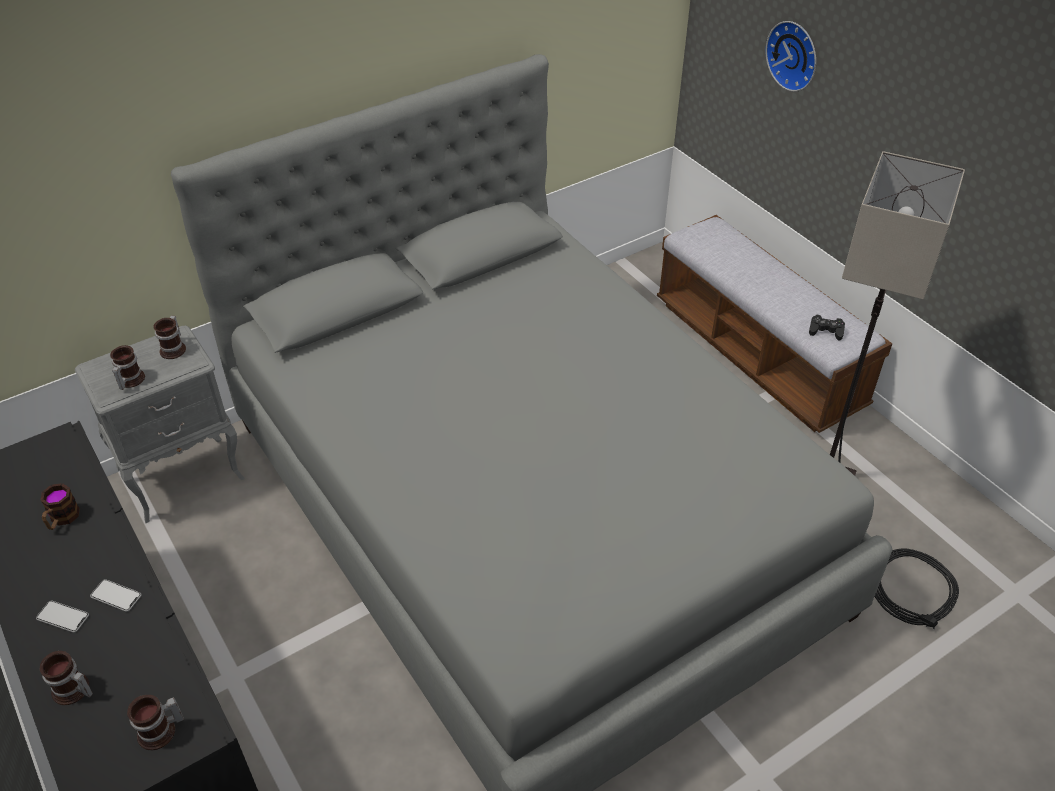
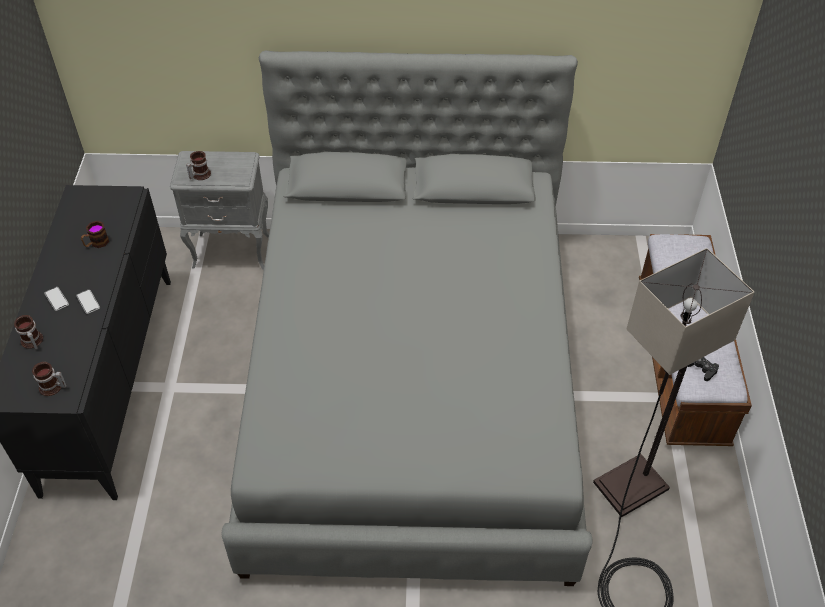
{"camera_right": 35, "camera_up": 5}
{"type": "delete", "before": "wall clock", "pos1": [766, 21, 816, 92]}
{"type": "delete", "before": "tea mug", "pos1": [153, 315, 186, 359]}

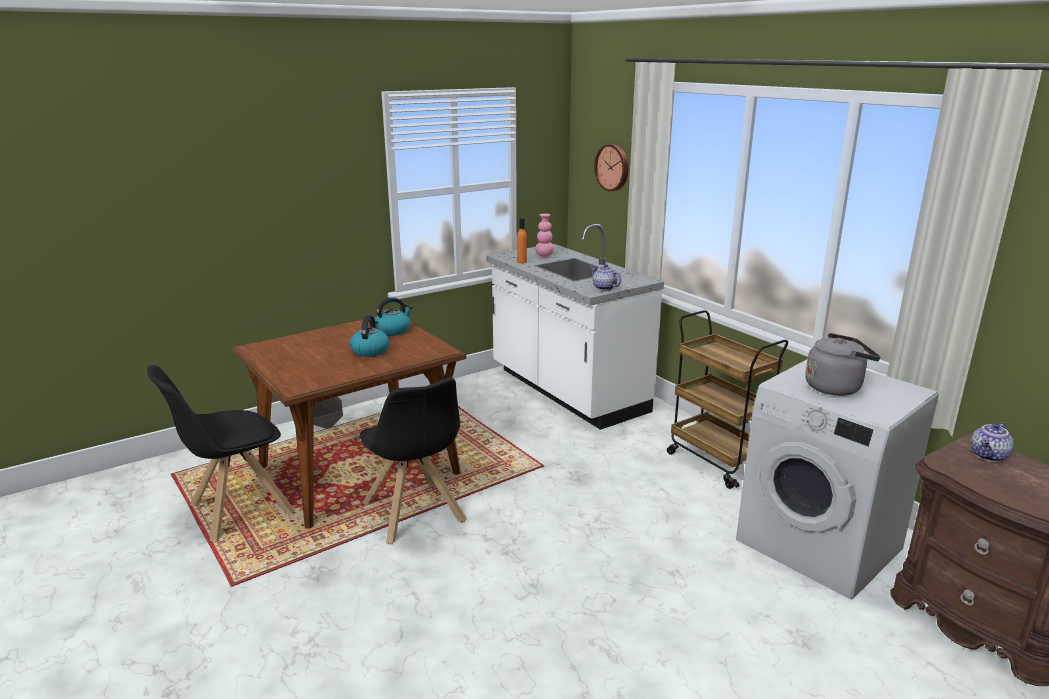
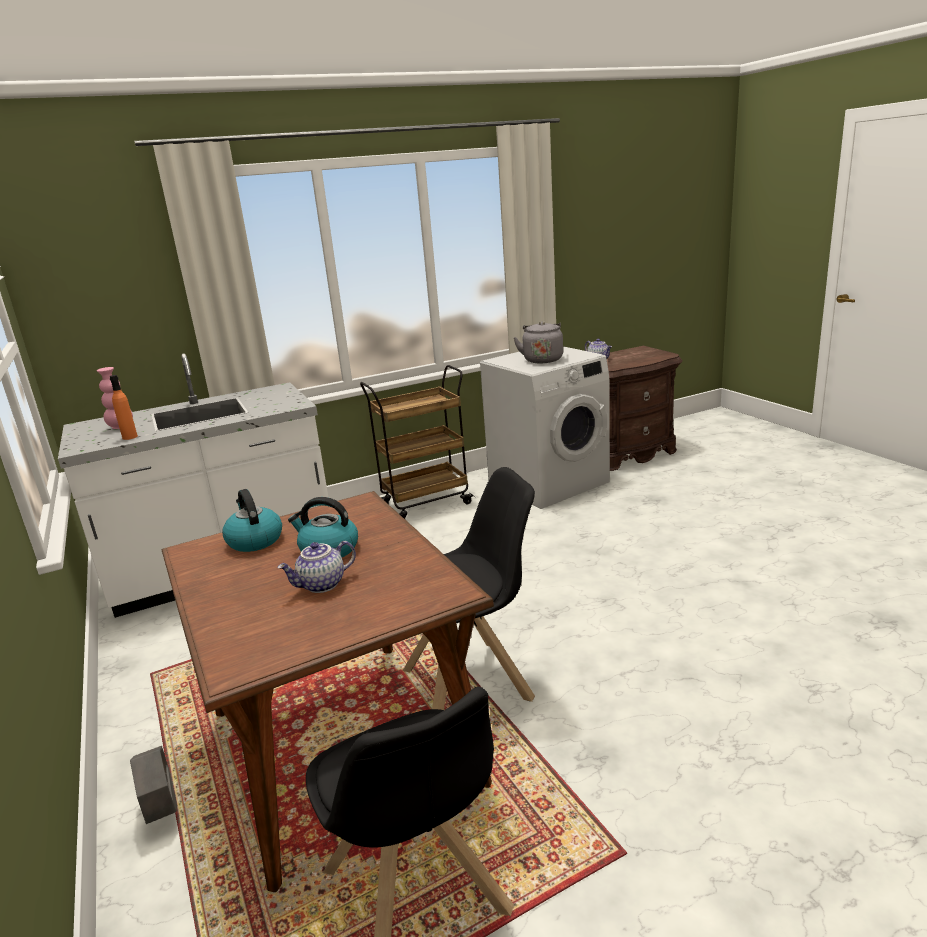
{"camera_right": -80, "camera_up": 0}
{"type": "delete", "before": "wall clock", "pos1": [594, 144, 628, 191]}
{"type": "move", "before": "teapot", "pos1": [590, 264, 621, 290], "pos2": [277, 541, 356, 593]}

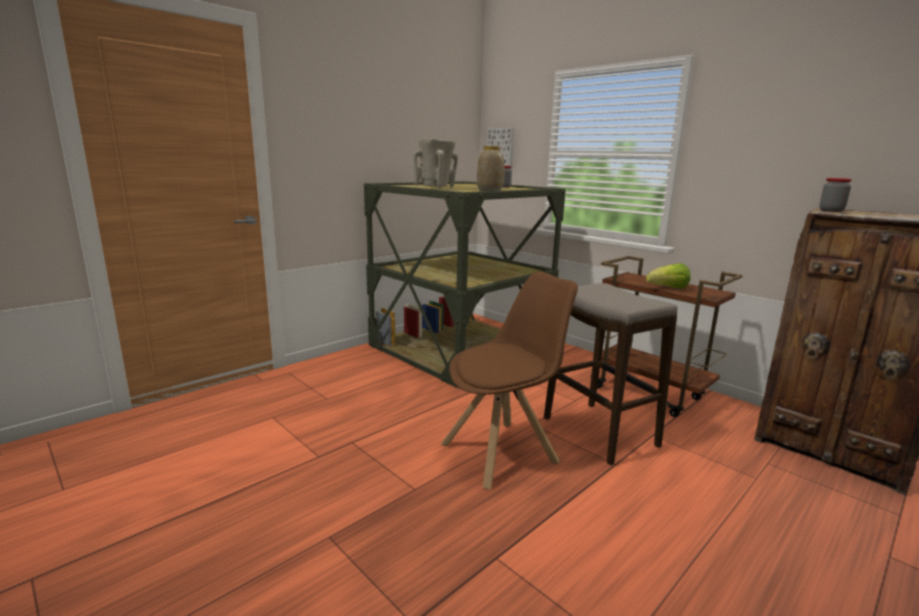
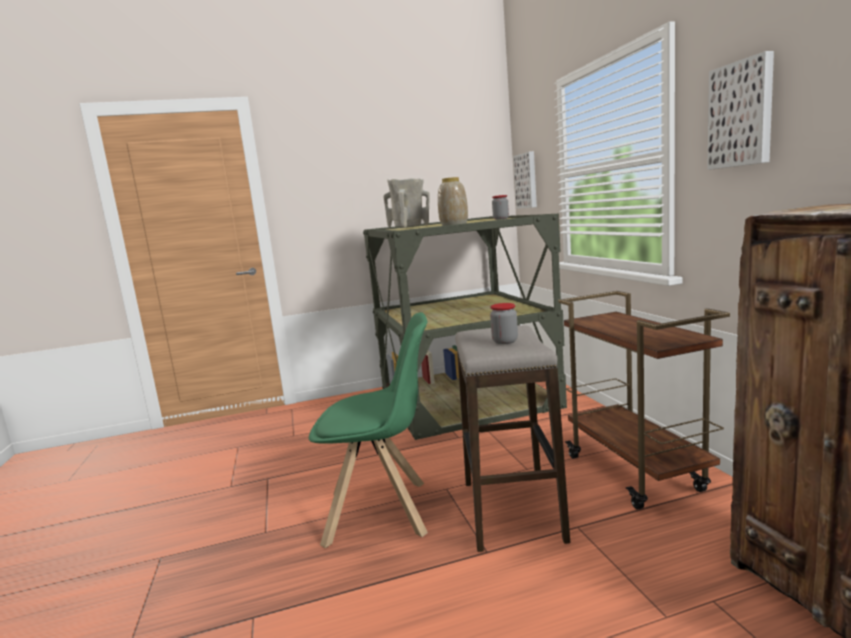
{"camera_right": 30, "camera_up": -5}
{"type": "move", "before": "storage jar", "pos1": [819, 178, 852, 212], "pos2": [490, 303, 518, 344]}
{"type": "delete", "before": "lettuce head", "pos1": [646, 263, 691, 289]}
{"type": "recolor", "before": "brown upright chair", "after": "green-coloured upright chair", "pos1": [441, 272, 578, 490], "pos2": [309, 312, 428, 548]}
{"type": "insert", "after": "picture", "pos2": [707, 51, 774, 170]}

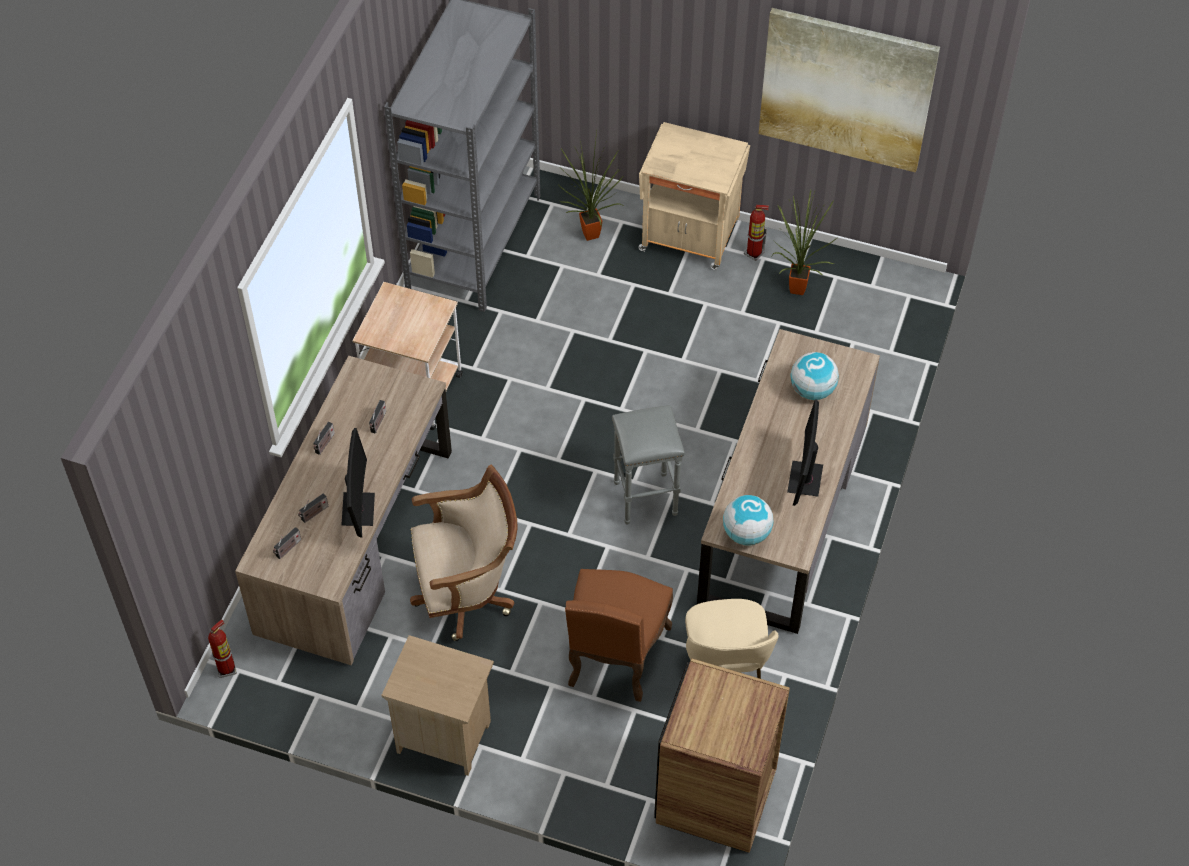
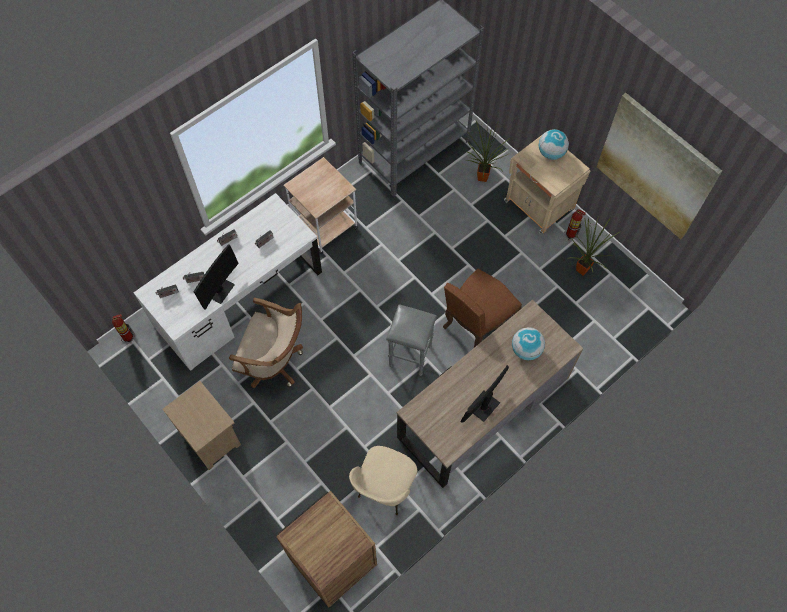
{"camera_right": 30, "camera_up": 10}
{"type": "recolor", "before": "brown desk table", "after": "whitish desk table", "pos1": [235, 355, 452, 665], "pos2": [134, 193, 322, 371]}
{"type": "move", "before": "desk globe", "pos1": [723, 495, 774, 545], "pos2": [538, 129, 569, 160]}
{"type": "move", "before": "brown upright chair", "pos1": [565, 569, 673, 702], "pos2": [443, 269, 522, 348]}

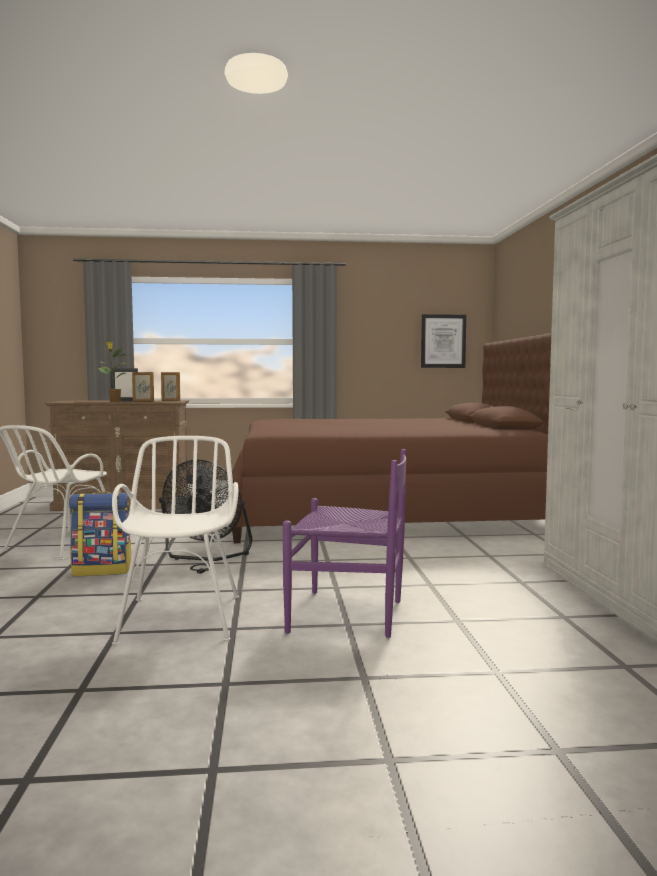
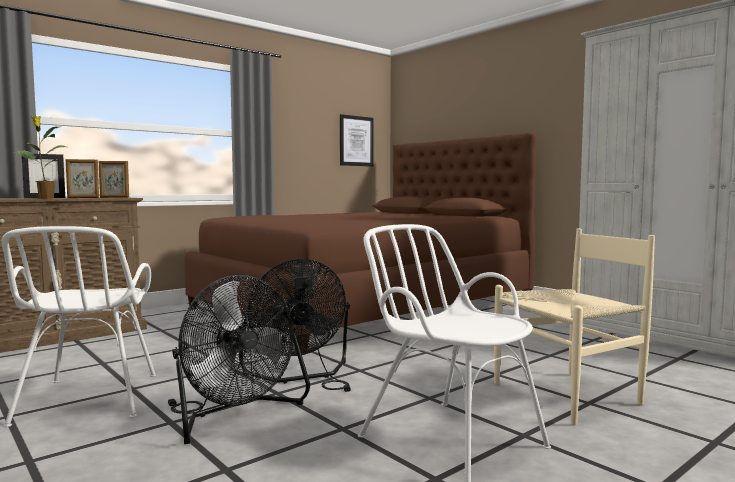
{"camera_right": -35, "camera_up": 0}
{"type": "recolor", "before": "purplish upright chair", "after": "sand-coloured upright chair", "pos1": [283, 449, 406, 638], "pos2": [494, 228, 655, 425]}
{"type": "replace", "before": "backpack", "after": "black-coloured fan", "pos1": [69, 492, 131, 576], "pos2": [168, 275, 310, 444]}

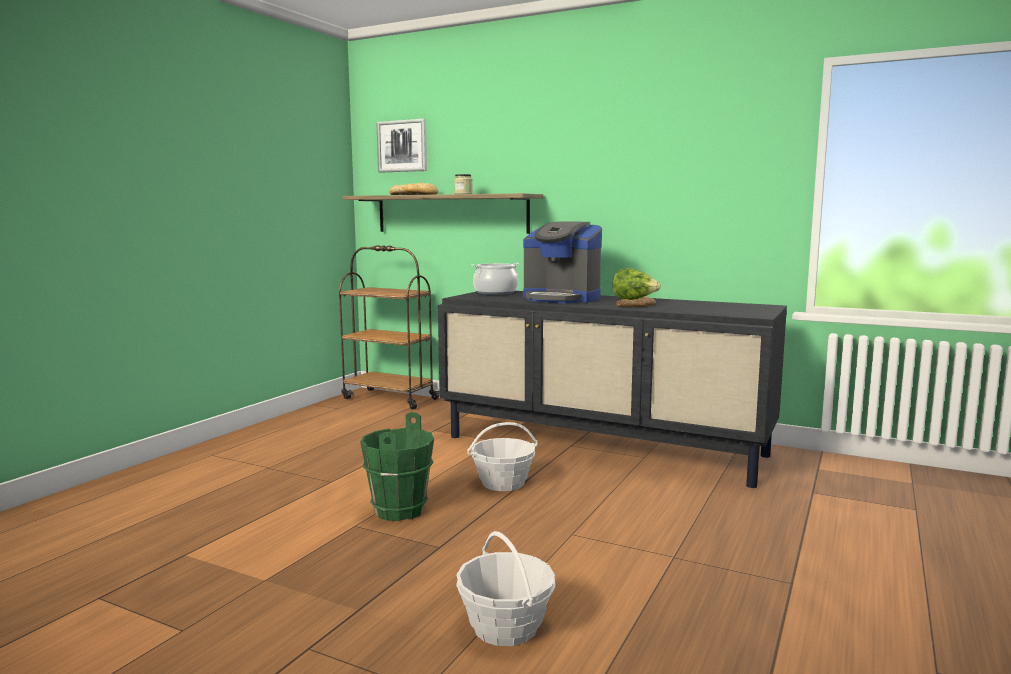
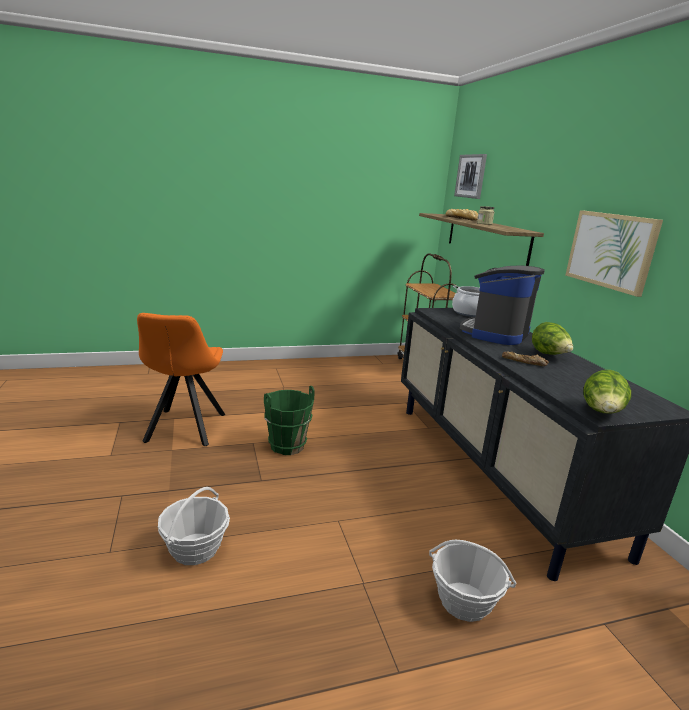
{"camera_right": 45, "camera_up": 10}
{"type": "rotate", "before": "coffee machine", "pos1": [523, 222, 602, 303], "pos2": [460, 265, 545, 345], "turn": 45}
{"type": "move", "before": "household basket", "pos1": [467, 422, 538, 491], "pos2": [429, 540, 516, 622]}
{"type": "insert", "after": "picture", "pos2": [566, 210, 663, 297]}
{"type": "insert", "after": "orangey upright chair", "pos2": [137, 313, 225, 446]}
{"type": "insert", "after": "lettuce head", "pos2": [584, 370, 631, 414]}

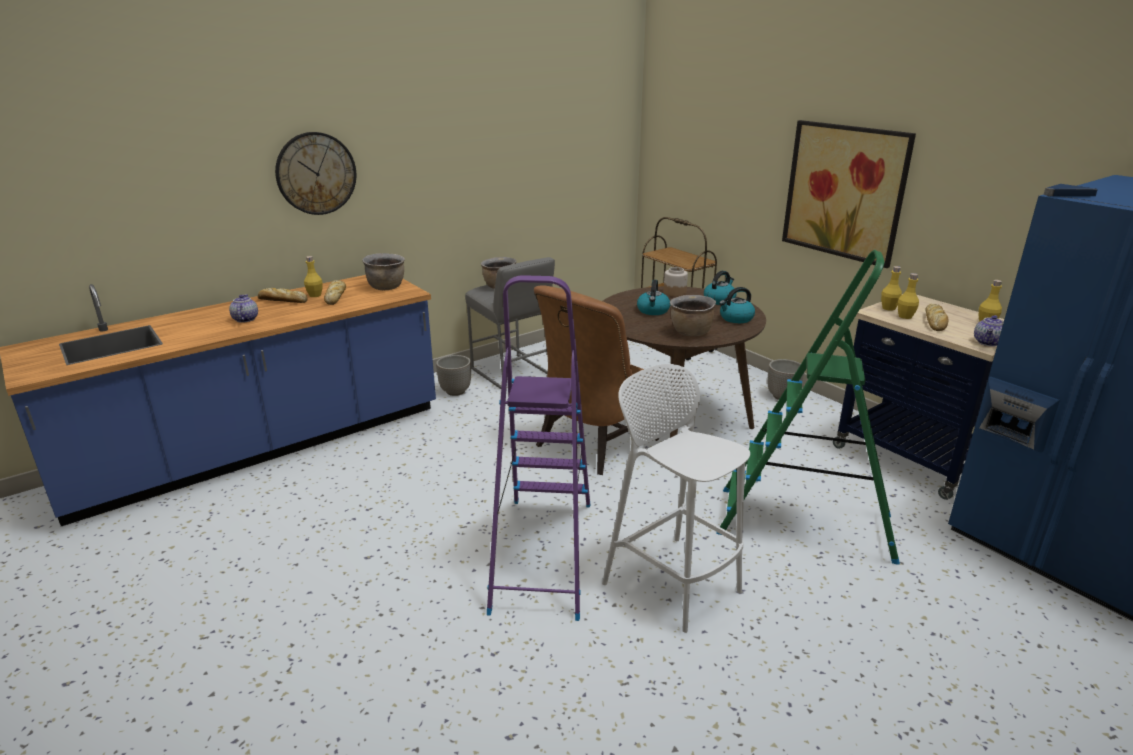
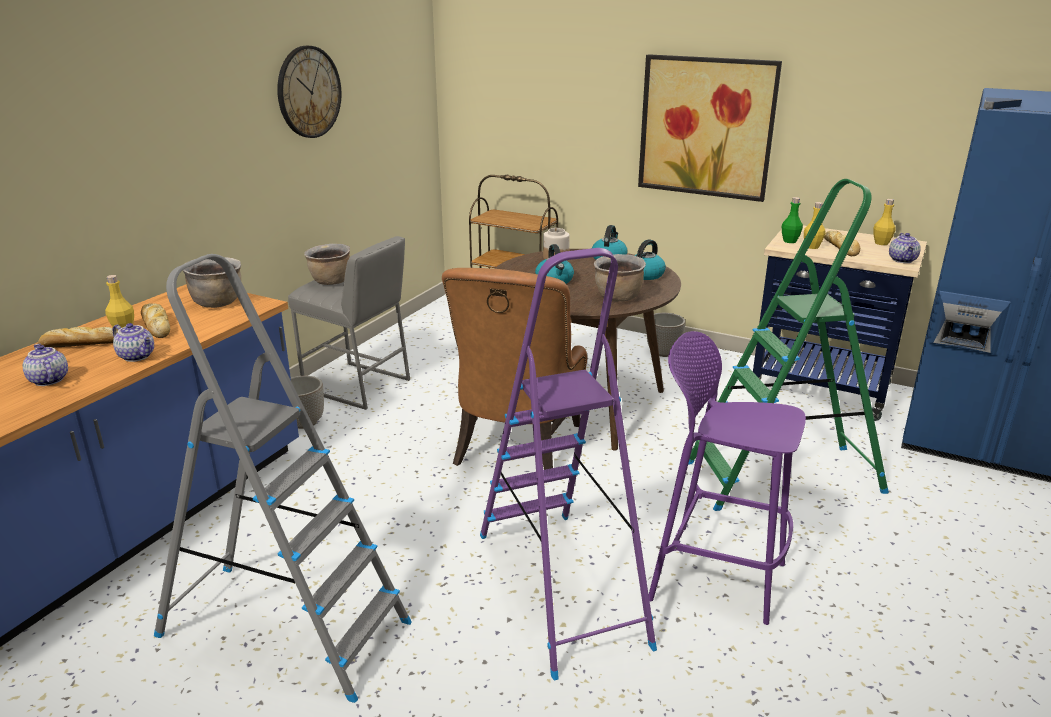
{"camera_right": -25, "camera_up": 0}
{"type": "move", "before": "wall clock", "pos1": [275, 132, 356, 215], "pos2": [277, 46, 341, 138]}
{"type": "recolor", "before": "yellowish bottle", "after": "green-coloured bottle", "pos1": [881, 266, 902, 311], "pos2": [782, 197, 803, 243]}
{"type": "recolor", "before": "whitish stool", "after": "purplish stool", "pos1": [602, 364, 750, 633], "pos2": [649, 331, 806, 625]}
{"type": "insert", "after": "grey stepladder", "pos2": [154, 254, 412, 703]}
{"type": "insert", "after": "teapot", "pos2": [113, 323, 154, 362]}

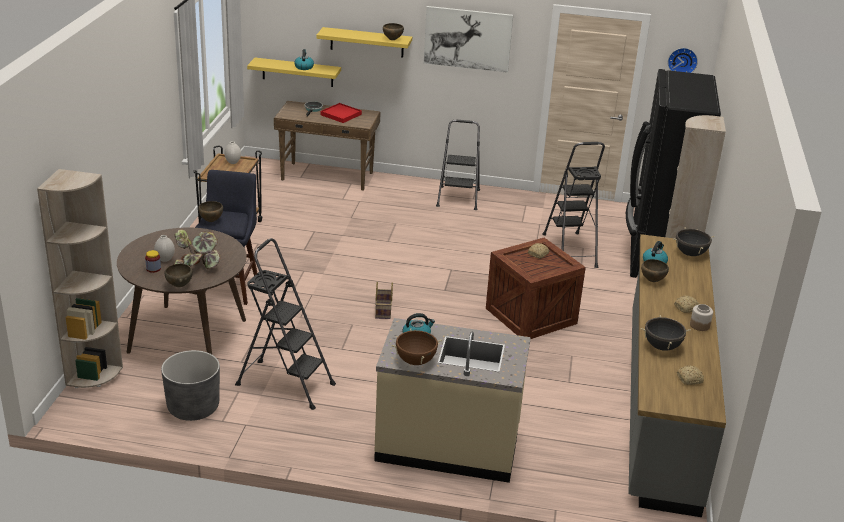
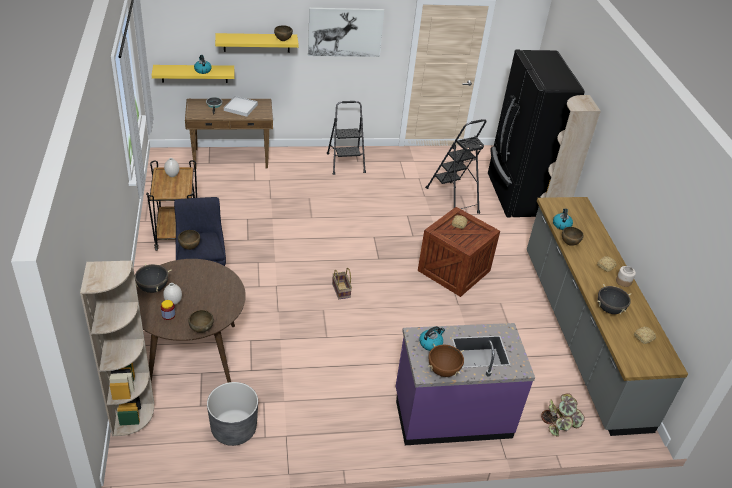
{"camera_right": -20, "camera_up": 10}
{"type": "delete", "before": "wall clock", "pos1": [668, 48, 698, 73]}
{"type": "recolor", "before": "red tray", "after": "whitish tray", "pos1": [321, 103, 362, 123], "pos2": [224, 96, 258, 117]}
{"type": "move", "before": "black-coloured cooking pot", "pos1": [673, 227, 714, 256], "pos2": [135, 263, 171, 293]}
{"type": "move", "before": "potted plant", "pos1": [174, 230, 221, 270], "pos2": [541, 393, 585, 437]}
{"type": "delete", "before": "stepladder", "pos1": [235, 238, 336, 410]}
{"type": "recolor", "before": "sand-coloured kitchen counter", "after": "purplish kitchen counter", "pos1": [374, 318, 531, 483], "pos2": [395, 323, 535, 445]}

